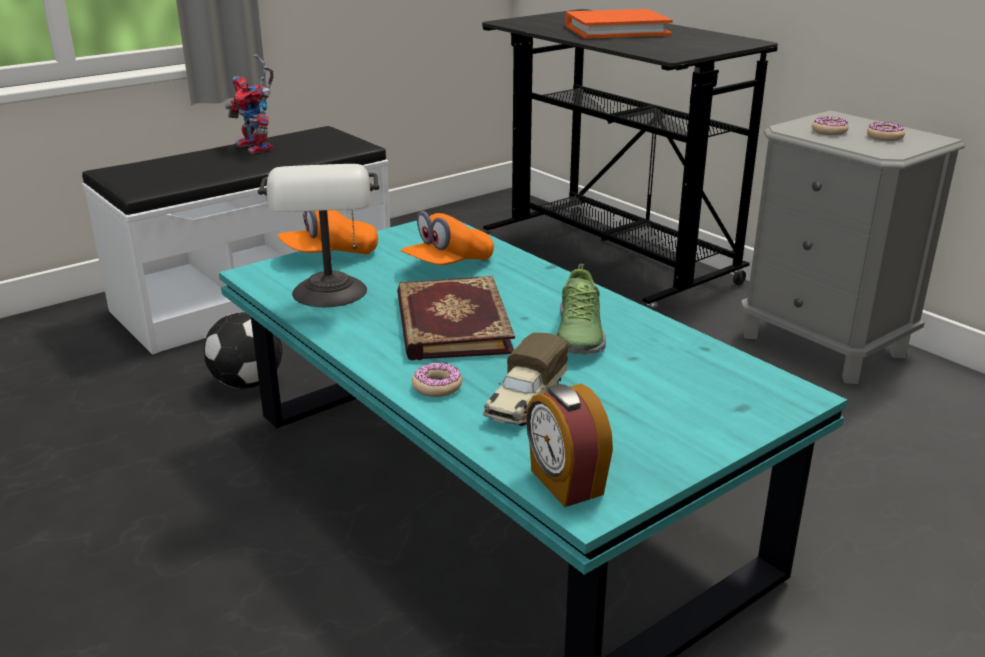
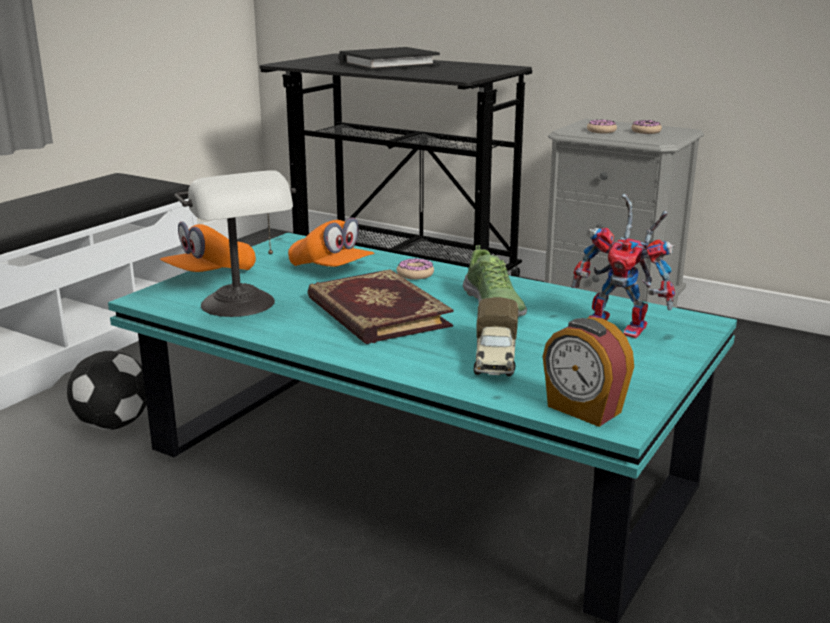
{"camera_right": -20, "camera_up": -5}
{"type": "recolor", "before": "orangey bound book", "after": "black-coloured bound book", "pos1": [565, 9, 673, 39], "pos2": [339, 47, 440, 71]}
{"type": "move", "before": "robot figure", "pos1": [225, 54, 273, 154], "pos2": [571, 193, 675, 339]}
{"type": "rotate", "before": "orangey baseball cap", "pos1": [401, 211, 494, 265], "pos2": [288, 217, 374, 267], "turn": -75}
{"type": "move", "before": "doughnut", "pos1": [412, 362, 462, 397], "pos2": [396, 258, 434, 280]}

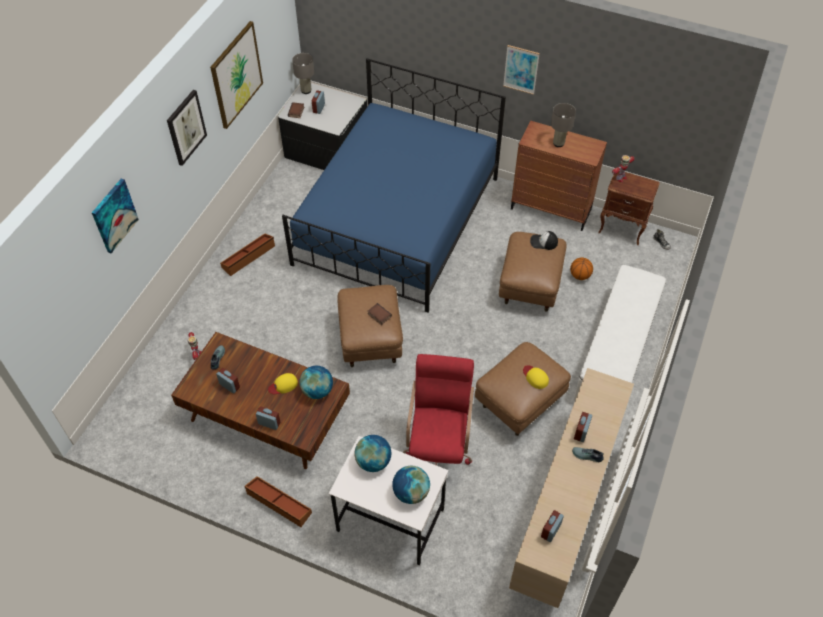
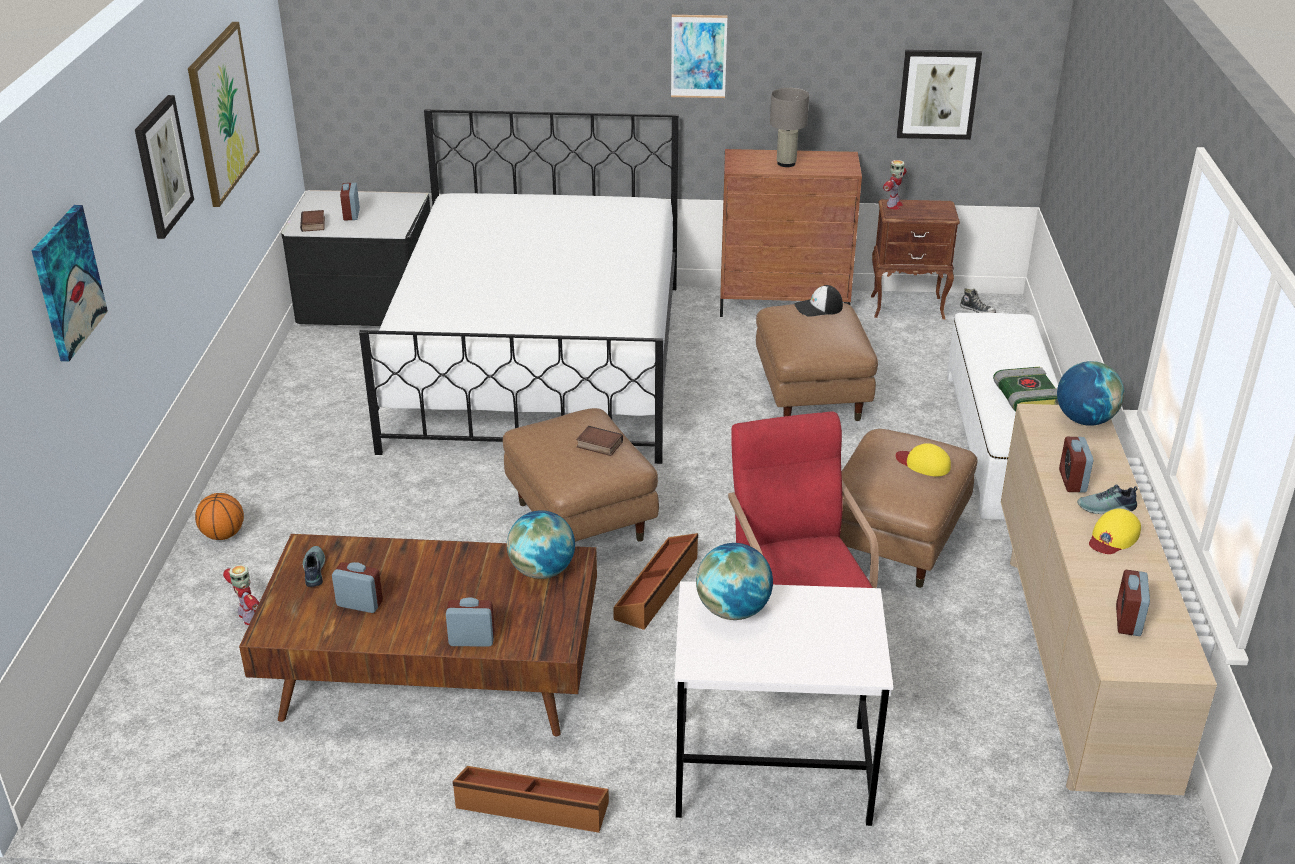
{"camera_right": -20, "camera_up": -20}
{"type": "delete", "before": "grey lamp for a table", "pos1": [292, 53, 314, 94]}
{"type": "recolor", "before": "blue sleeping bed", "after": "whitish sleeping bed", "pos1": [282, 59, 506, 313], "pos2": [359, 110, 679, 464]}
{"type": "move", "before": "brown storage container", "pos1": [220, 234, 275, 276], "pos2": [613, 533, 698, 630]}
{"type": "move", "before": "ball for basketball", "pos1": [570, 257, 593, 280], "pos2": [195, 493, 244, 540]}
{"type": "move", "before": "yellowish baseball cap", "pos1": [268, 373, 298, 394], "pos2": [1089, 508, 1141, 554]}
{"type": "move", "before": "desk globe", "pos1": [392, 466, 430, 504], "pos2": [1057, 361, 1124, 426]}
{"type": "insert", "after": "picture", "pos2": [897, 49, 982, 140]}
{"type": "insert", "after": "bound book", "pos2": [993, 367, 1059, 411]}

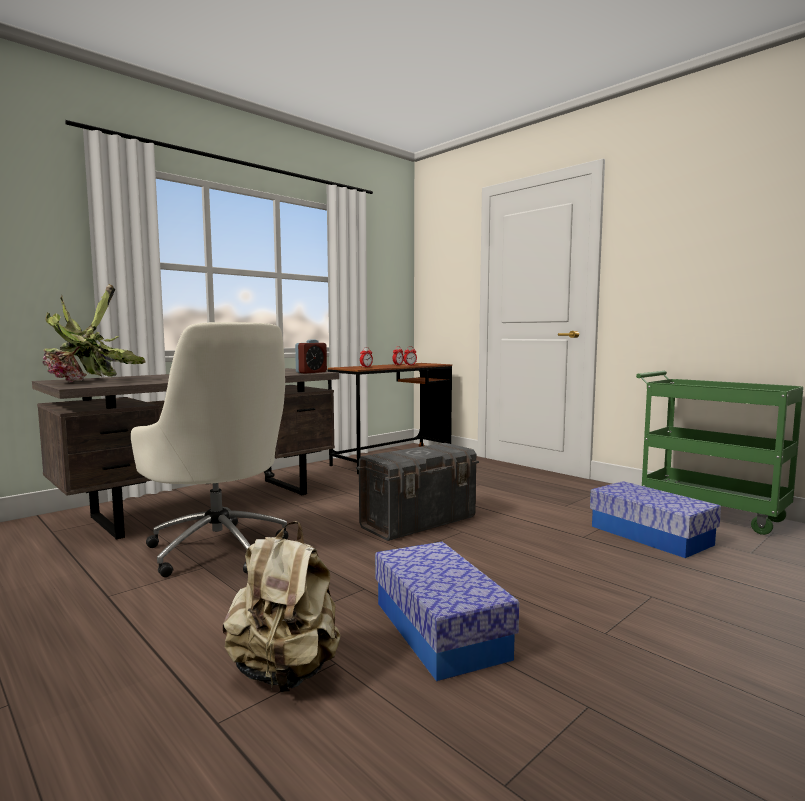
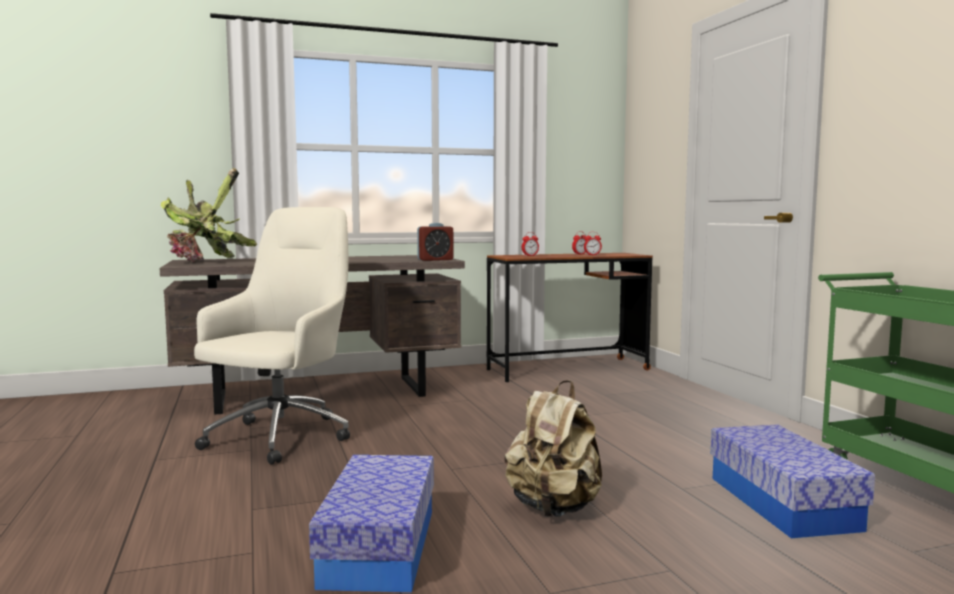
{"camera_right": 25, "camera_up": 0}
{"type": "rotate", "before": "sand-coloured desk chair", "pos1": [131, 322, 288, 577], "pos2": [194, 207, 350, 465], "turn": -135}
{"type": "delete", "before": "grey storage container", "pos1": [356, 443, 479, 541]}
{"type": "move", "before": "sand-coloured backpack", "pos1": [223, 521, 340, 692], "pos2": [505, 380, 602, 517]}

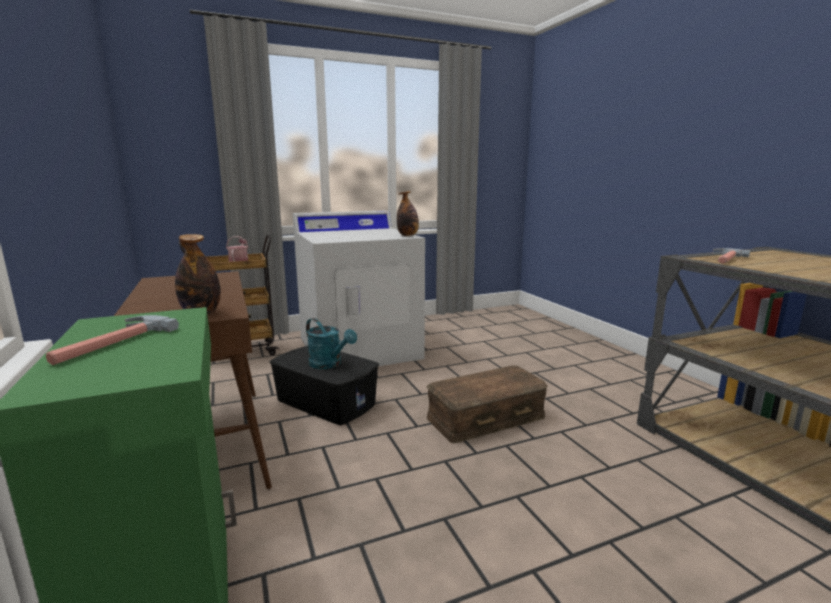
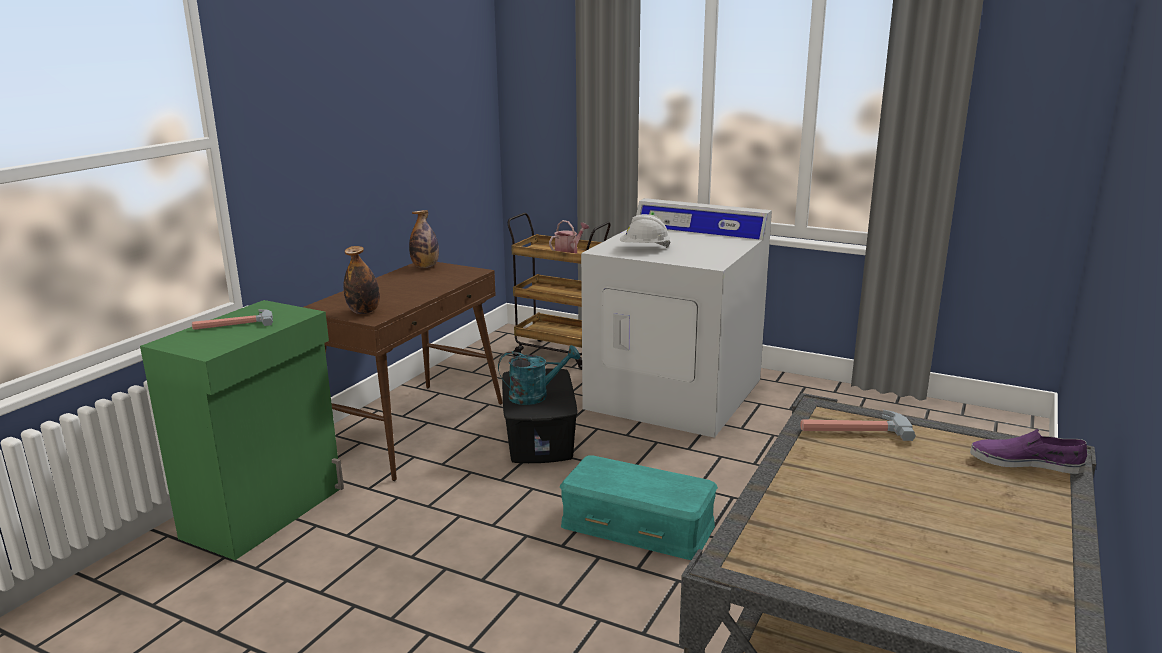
{"camera_right": 50, "camera_up": 5}
{"type": "move", "before": "bottle", "pos1": [397, 191, 419, 236], "pos2": [409, 210, 439, 268]}
{"type": "rotate", "before": "turquoise-coloured sprinkling can", "pos1": [306, 318, 357, 369], "pos2": [498, 345, 580, 405], "turn": -105}
{"type": "recolor", "before": "brown storage container", "after": "turquoise-coloured storage container", "pos1": [427, 365, 548, 443], "pos2": [560, 455, 718, 560]}
{"type": "insert", "after": "whitish hard hat", "pos2": [620, 214, 671, 248]}
{"type": "insert", "after": "purplish item of footwear", "pos2": [970, 429, 1087, 474]}

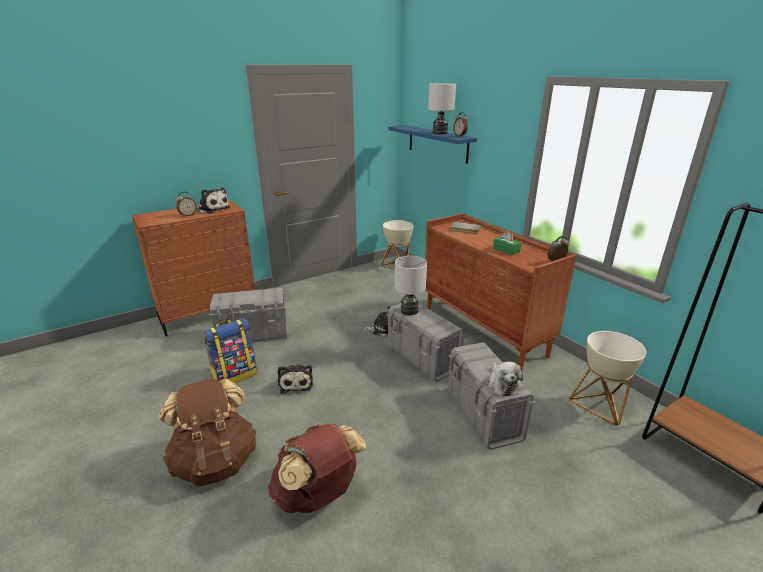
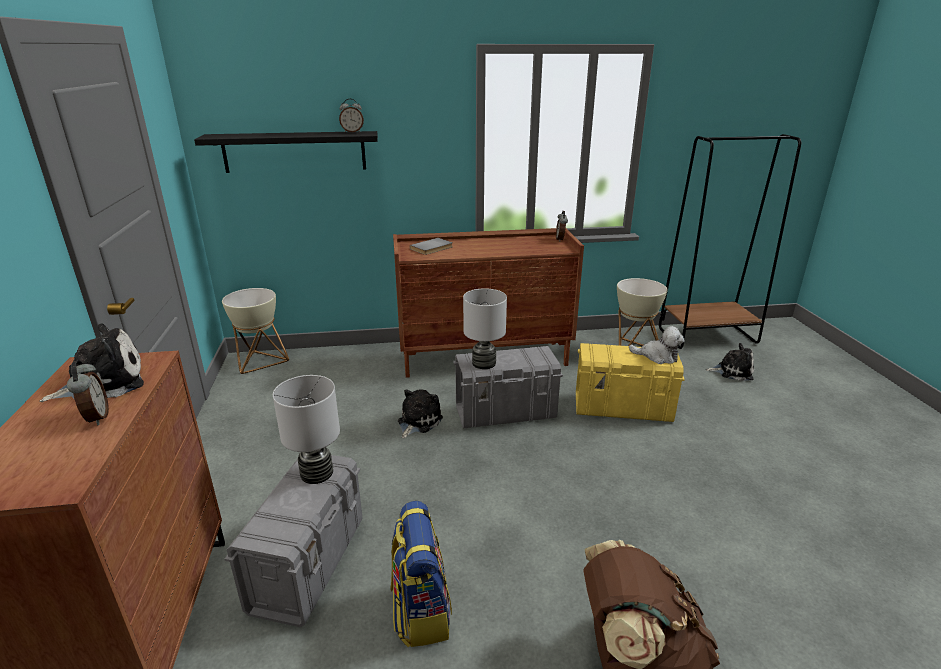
{"camera_right": -65, "camera_up": 0}
{"type": "move", "before": "grey lamp for a table", "pos1": [428, 83, 456, 134], "pos2": [273, 375, 340, 484]}
{"type": "recolor", "before": "blue shelf", "after": "black-coloured shelf", "pos1": [388, 125, 477, 164], "pos2": [194, 131, 378, 173]}
{"type": "delete", "before": "green-coloured tissue holder", "pos1": [493, 231, 521, 255]}
{"type": "recolor", "before": "grey storage container", "after": "yellowish storage container", "pos1": [448, 342, 536, 450], "pos2": [576, 343, 685, 422]}
{"type": "move", "before": "soft toy", "pos1": [278, 365, 313, 394], "pos2": [706, 343, 754, 381]}
{"type": "delete", "before": "brown backpack", "pos1": [268, 423, 366, 513]}

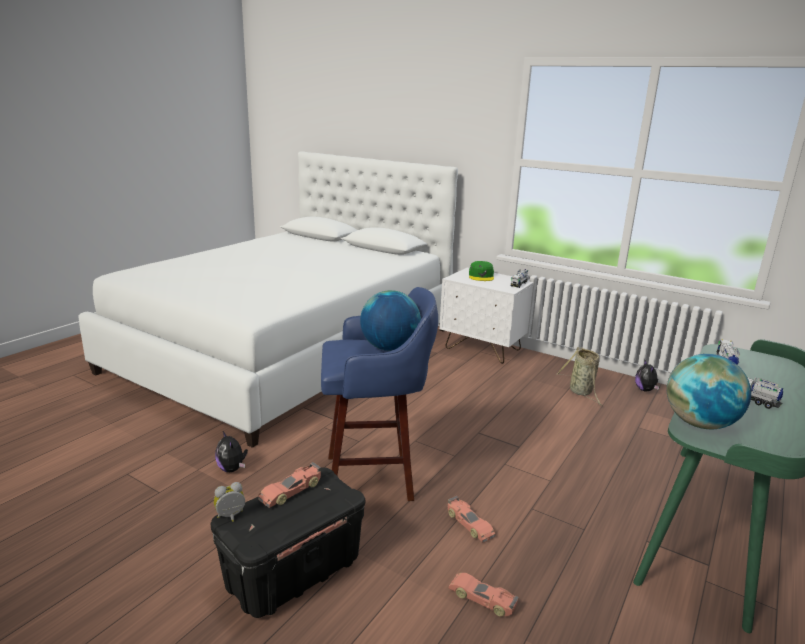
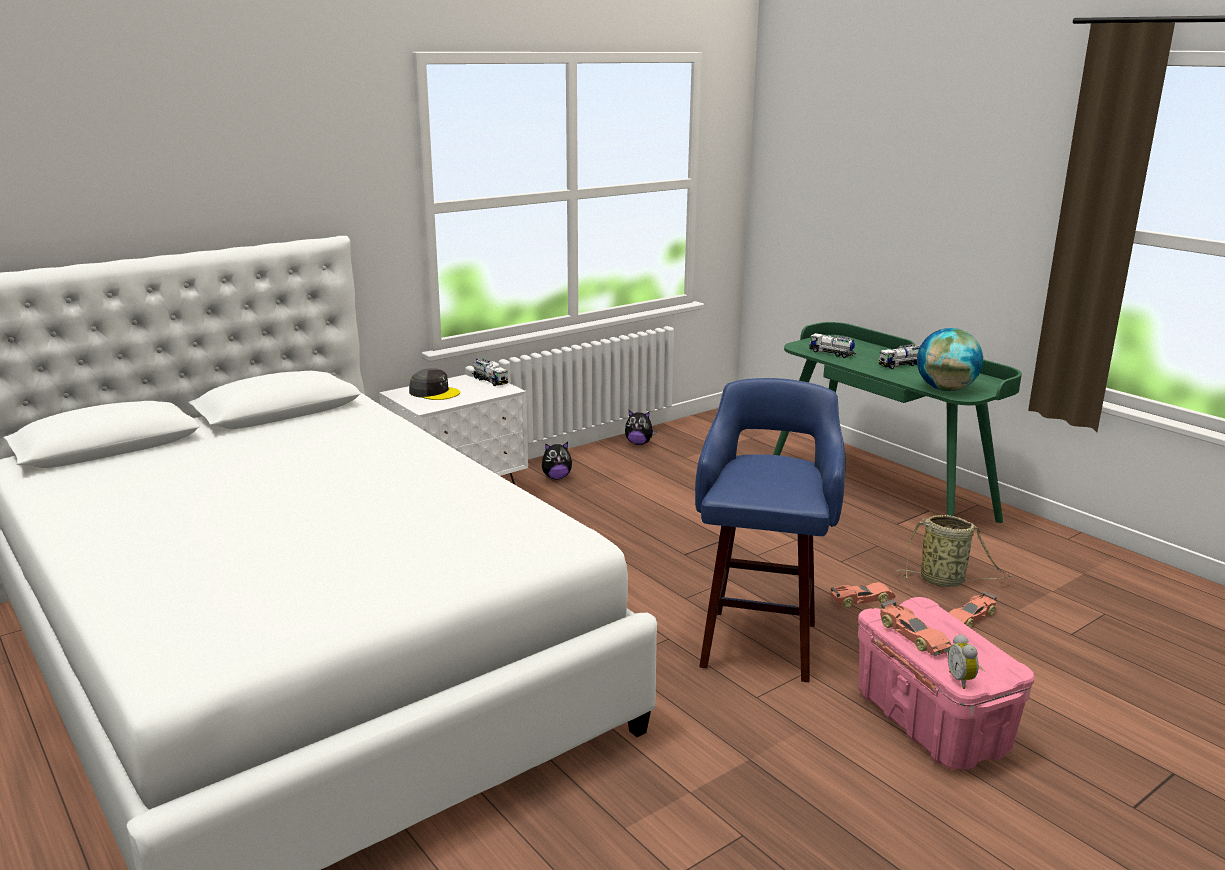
{"camera_right": -70, "camera_up": 0}
{"type": "recolor", "before": "green-coloured baseball cap", "after": "grey baseball cap", "pos1": [469, 261, 494, 281], "pos2": [409, 368, 460, 400]}
{"type": "delete", "before": "desk globe", "pos1": [360, 290, 421, 351]}
{"type": "move", "before": "household basket", "pos1": [557, 347, 603, 406], "pos2": [896, 515, 1013, 587]}
{"type": "move", "before": "soft toy", "pos1": [215, 431, 248, 472], "pos2": [542, 442, 572, 479]}
{"type": "recolor", "before": "black-coloured storage container", "after": "pink storage container", "pos1": [211, 467, 365, 618], "pos2": [858, 597, 1035, 770]}

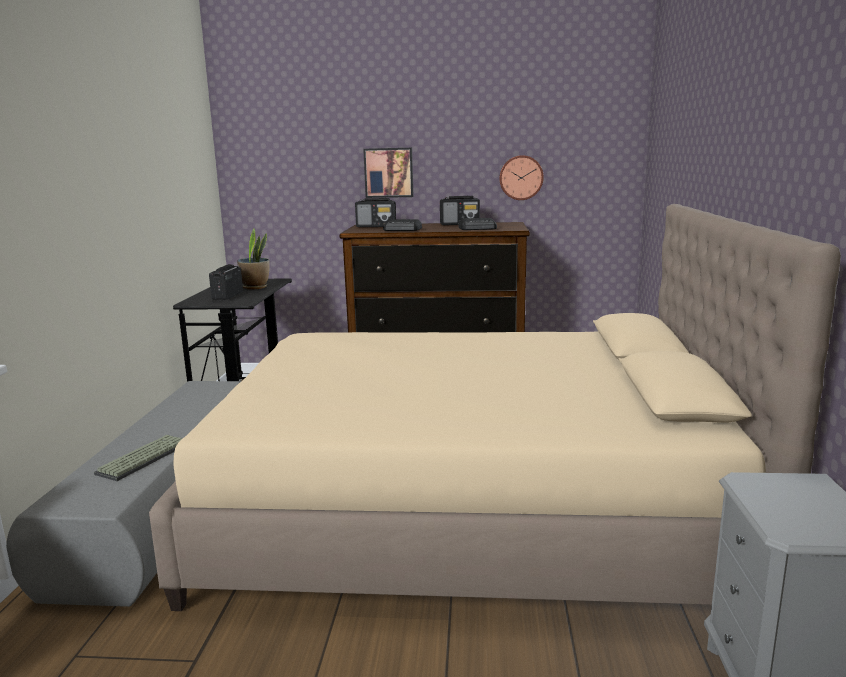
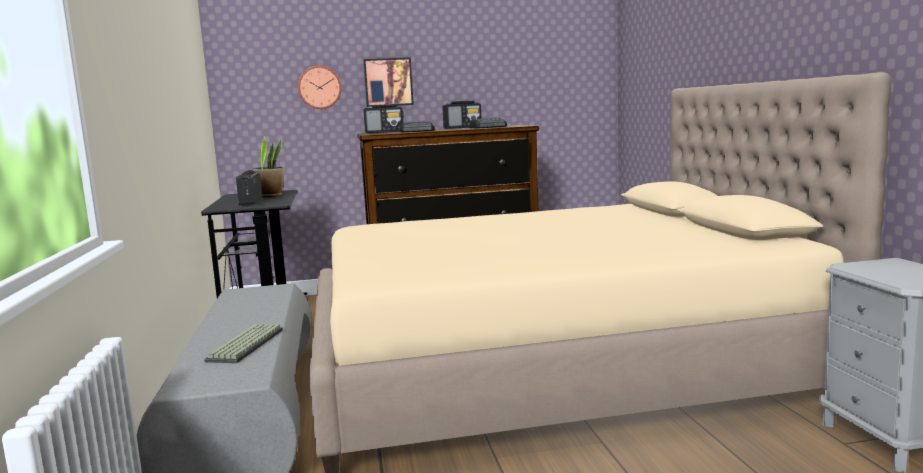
{"camera_right": -15, "camera_up": -5}
{"type": "move", "before": "wall clock", "pos1": [499, 155, 544, 200], "pos2": [298, 66, 341, 109]}

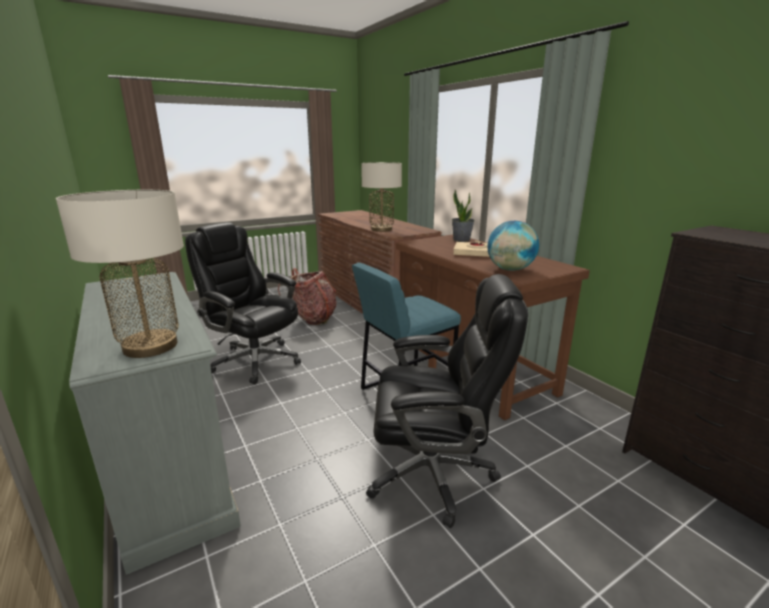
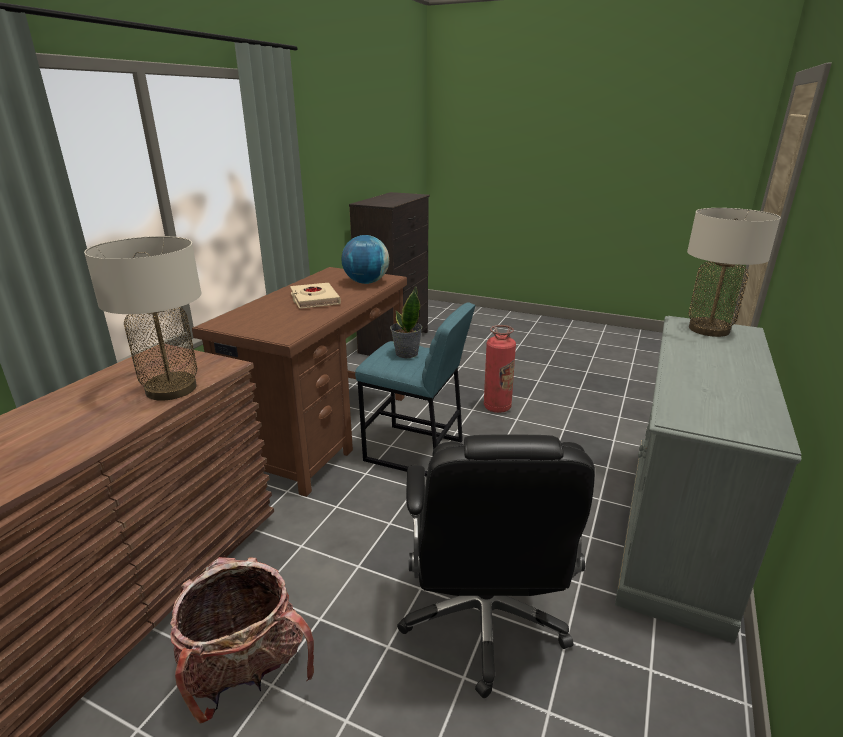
{"camera_right": -125, "camera_up": 5}
{"type": "move", "before": "potted plant", "pos1": [452, 190, 475, 242], "pos2": [390, 287, 422, 358]}
{"type": "replace", "before": "black-coloured desk chair", "after": "extinguisher", "pos1": [366, 274, 528, 528], "pos2": [484, 325, 516, 413]}

